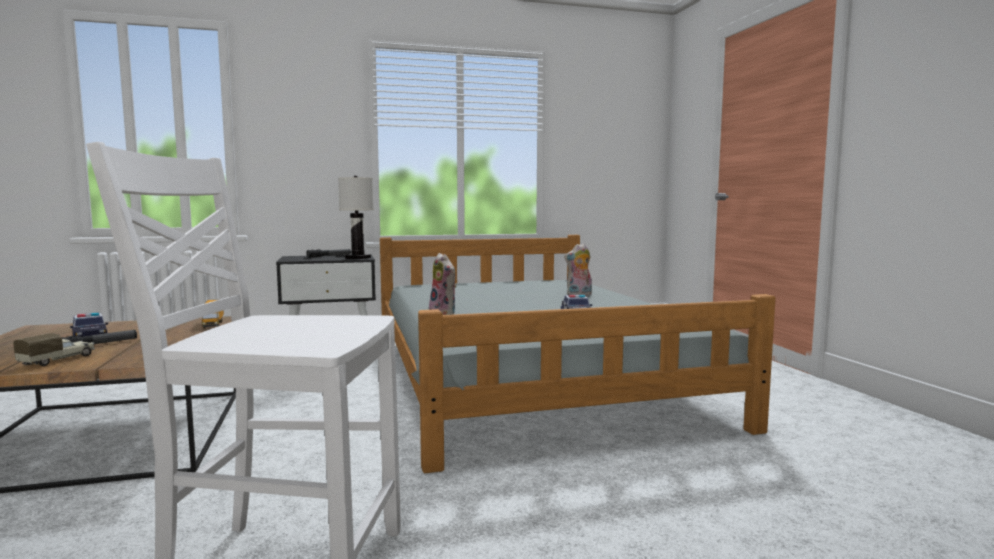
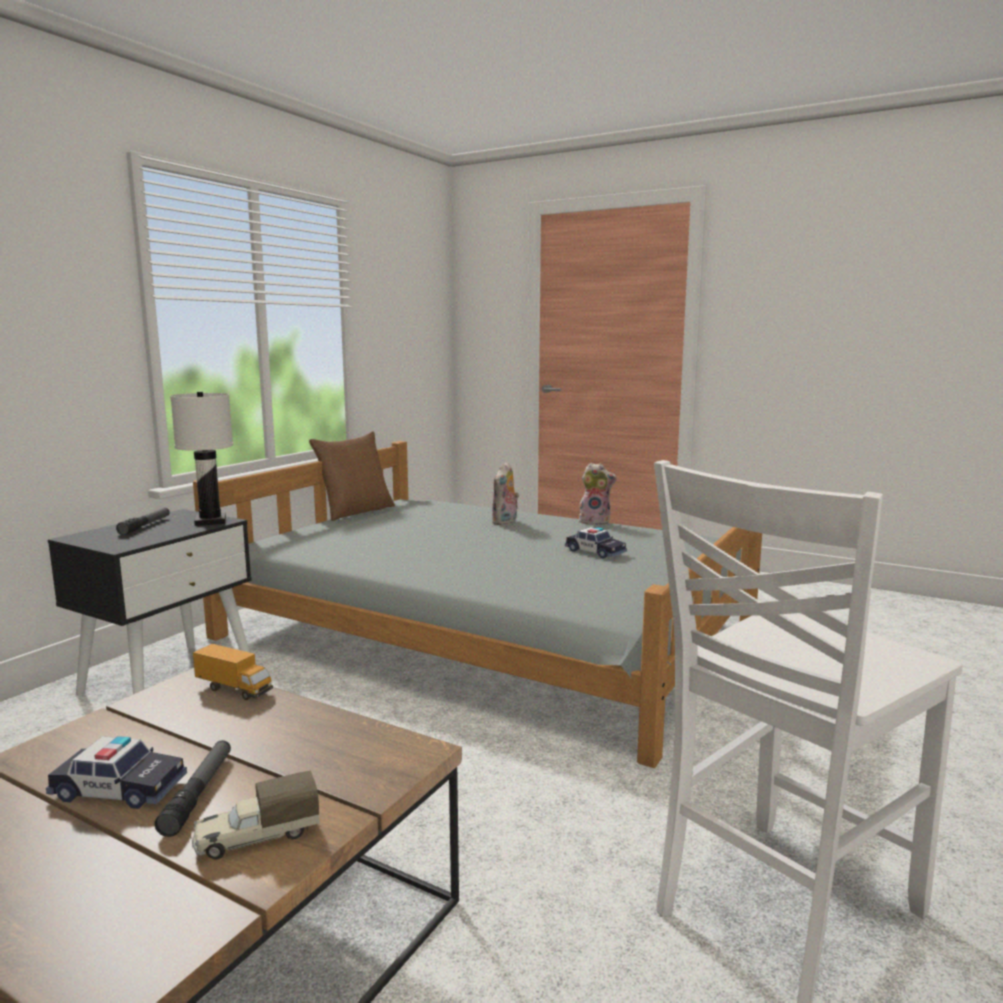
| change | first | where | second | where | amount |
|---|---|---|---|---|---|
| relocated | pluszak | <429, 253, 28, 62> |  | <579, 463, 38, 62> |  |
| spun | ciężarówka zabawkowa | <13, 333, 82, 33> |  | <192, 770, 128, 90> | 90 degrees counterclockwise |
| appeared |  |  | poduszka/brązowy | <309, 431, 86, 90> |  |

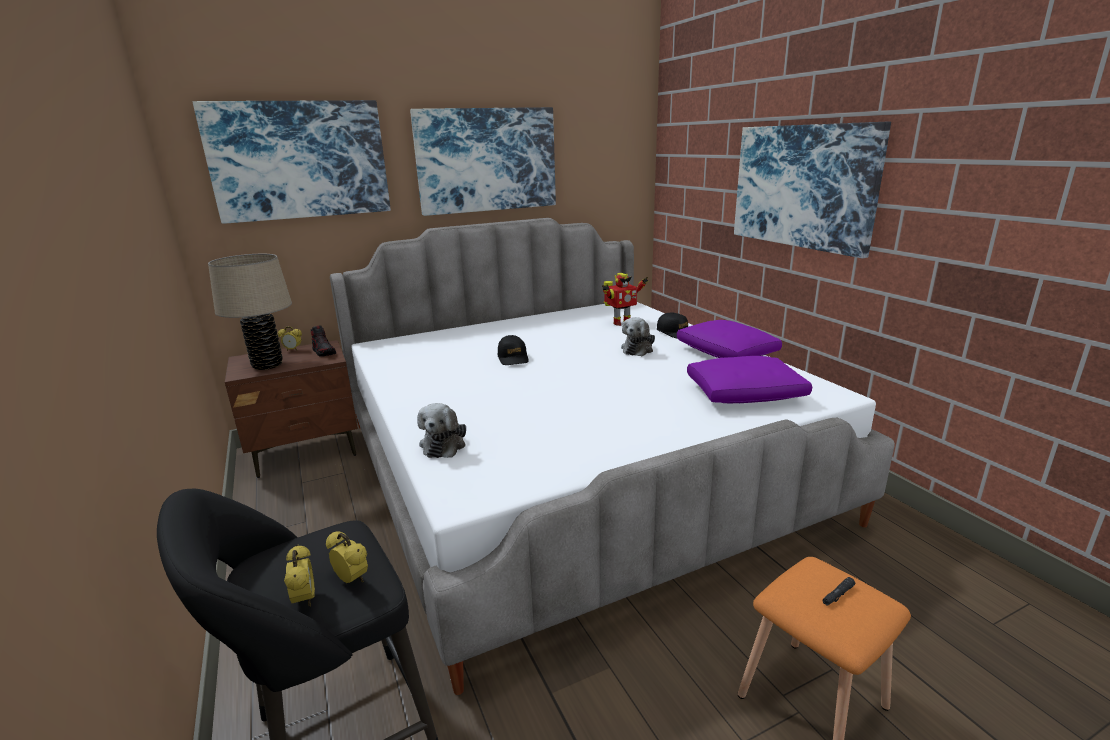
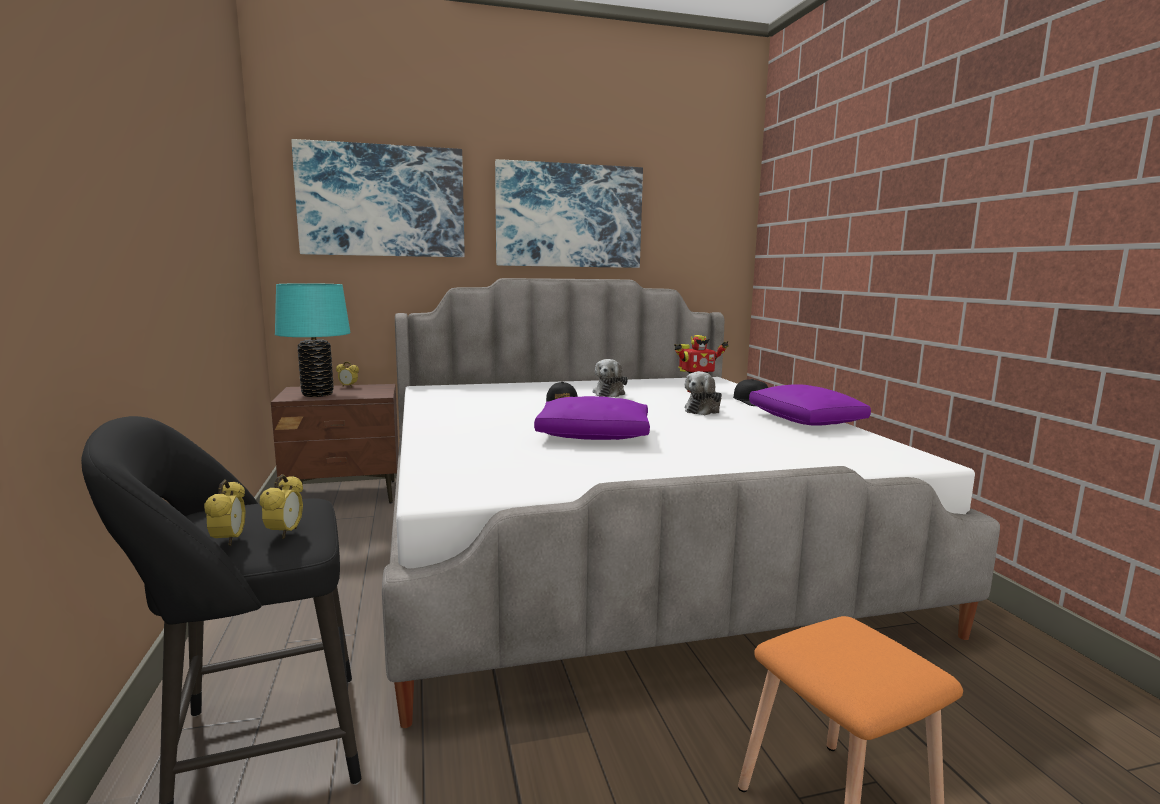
| change | first | where | second | where | amount |
|---|---|---|---|---|---|
| missing | obraz | <734, 121, 157, 137> |  |  |  |
| colour | lampa stołowa/beżowy | <208, 254, 84, 116> | lampa stołowa/turkusowy | <275, 283, 75, 114> |  |
| missing | but | <311, 325, 25, 32> |  |  |  |
| relocated | poduszka/fioletowy | <687, 356, 125, 47> |  | <534, 396, 116, 44> |  |
| relocated | pluszak | <417, 403, 49, 55> |  | <593, 359, 35, 38> |  |
| spun | budzik | <326, 531, 42, 52> |  | <260, 474, 43, 65> | 45 degrees clockwise |
| missing | latarka/czarny | <823, 577, 32, 29> |  |  |  |

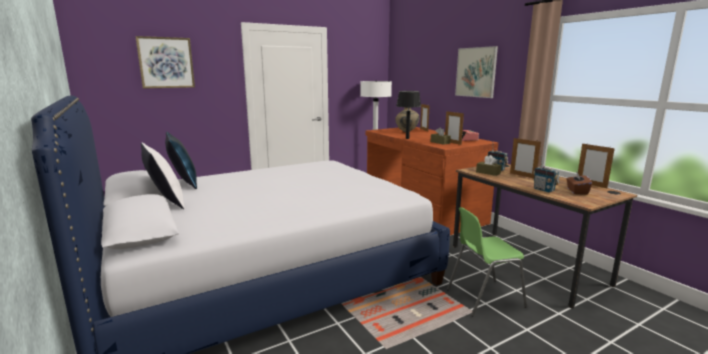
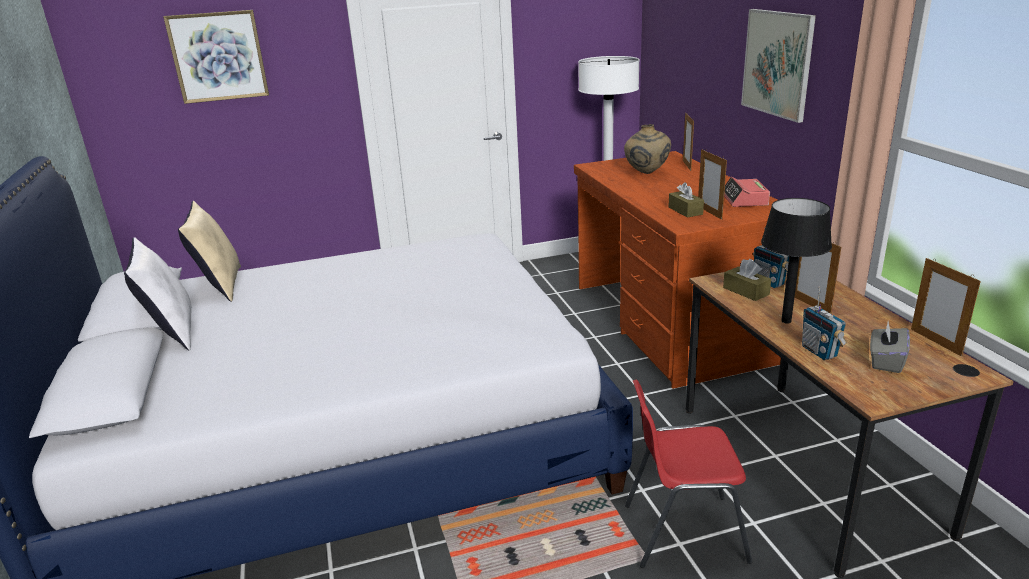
| change | first | where | second | where | amount |
|---|---|---|---|---|---|
| relocated | lampa stołowa/czarny | <396, 91, 25, 48> |  | <761, 198, 71, 125> |  |
| colour | poduszka/niebieski | <165, 132, 32, 57> | poduszka/beżowy | <178, 201, 63, 101> |  |
| colour | pudełko chusteczek/brązowy | <566, 171, 26, 24> | pudełko chusteczek/szary | <870, 322, 40, 51> |  |
| colour | krzesło/zielony | <447, 207, 80, 109> | krzesło/czerwony | <625, 380, 127, 188> |  |

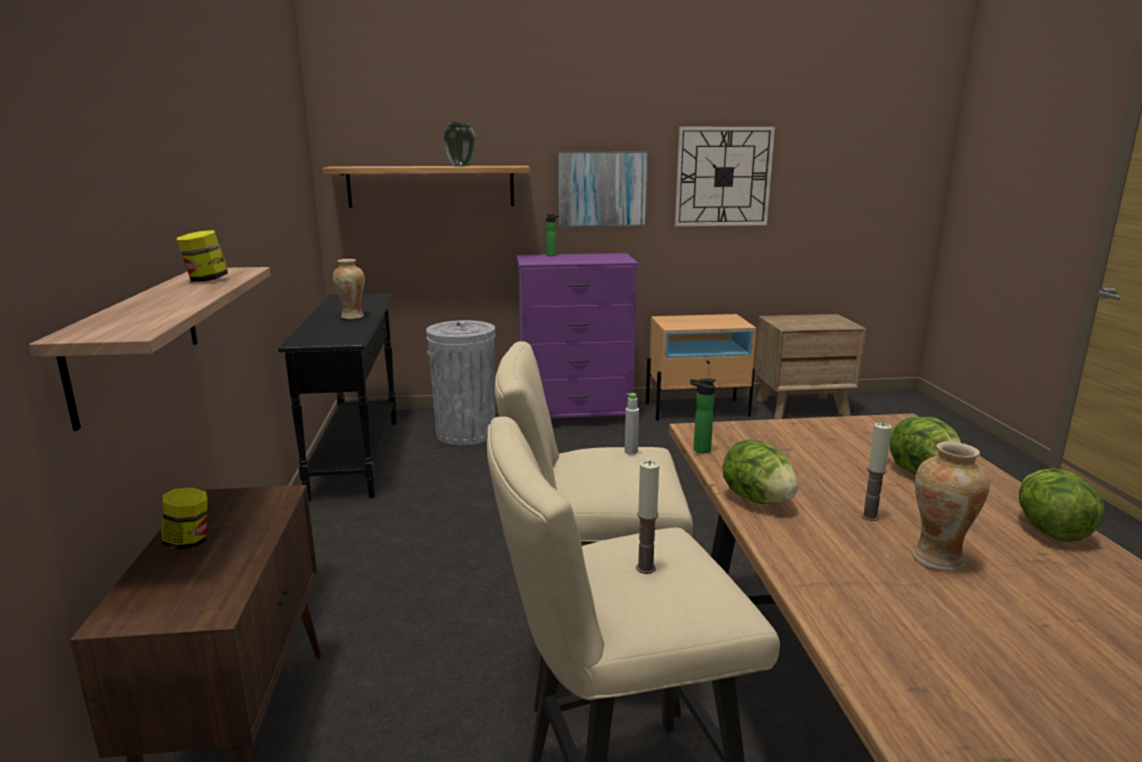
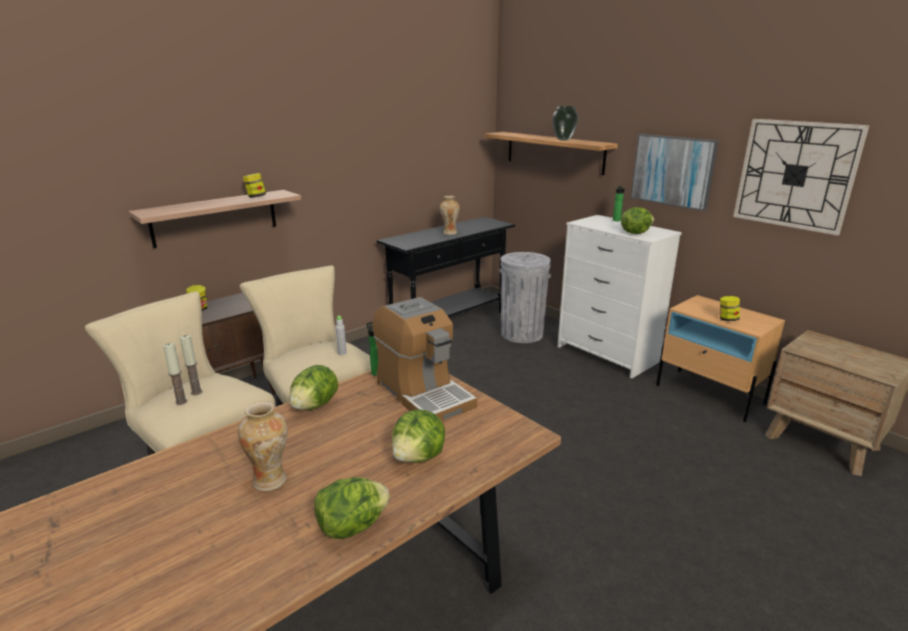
| change | first | where | second | where | amount |
|---|---|---|---|---|---|
| colour | komoda/fioletowy | <516, 253, 123, 165> | komoda/biały | <558, 215, 124, 164> |  |
| relocated | świeca | <861, 423, 31, 98> |  | <163, 343, 24, 62> |  |
| appeared |  |  | sałata | <621, 207, 33, 27> |  |
| appeared |  |  | słoik | <720, 296, 20, 25> |  |
| appeared |  |  | ekspres do kawy | <372, 297, 105, 124> |  |

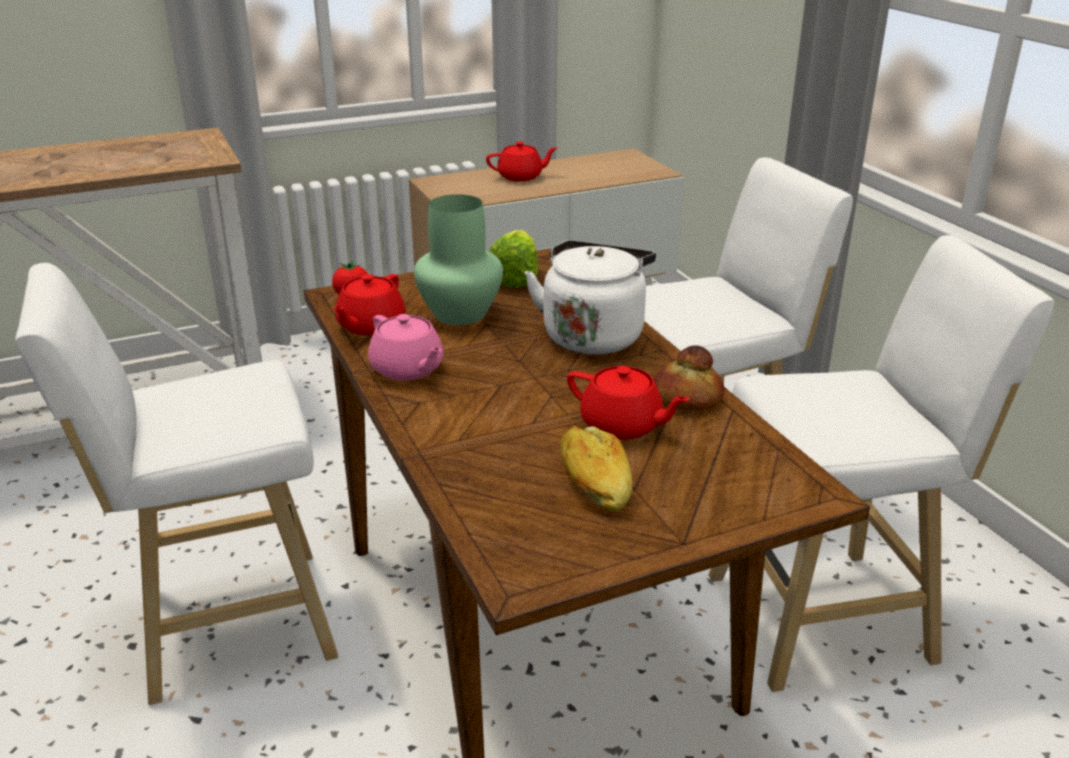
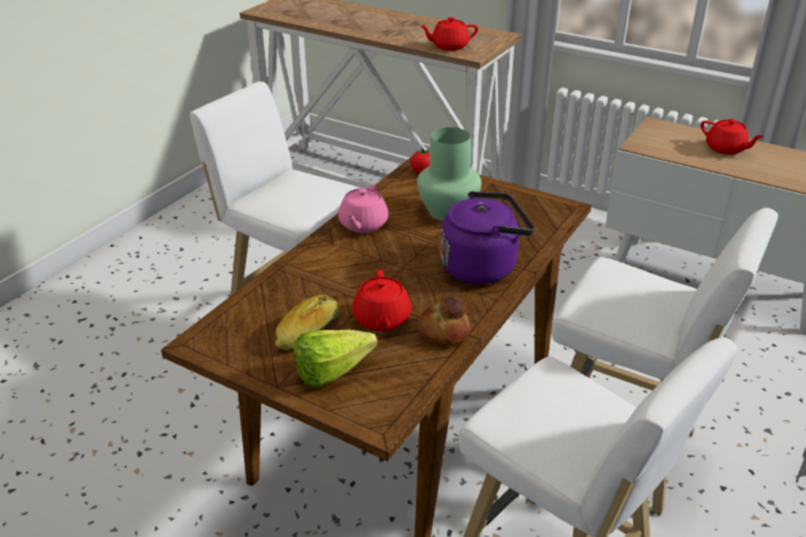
| change | first | where | second | where | amount |
|---|---|---|---|---|---|
| relocated | sałata | <489, 230, 50, 58> |  | <294, 330, 83, 57> |  |
| colour | czajnik/biały | <525, 240, 131, 115> | czajnik/fioletowy | <440, 191, 94, 93> |  |
| relocated | imbryk/czerwony | <333, 274, 72, 61> |  | <420, 17, 58, 34> |  |

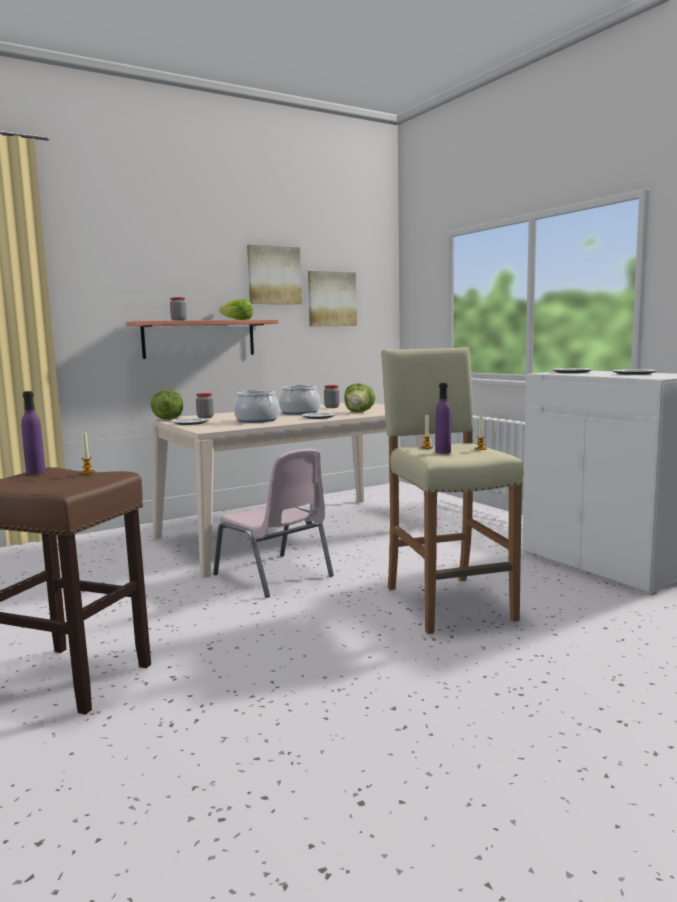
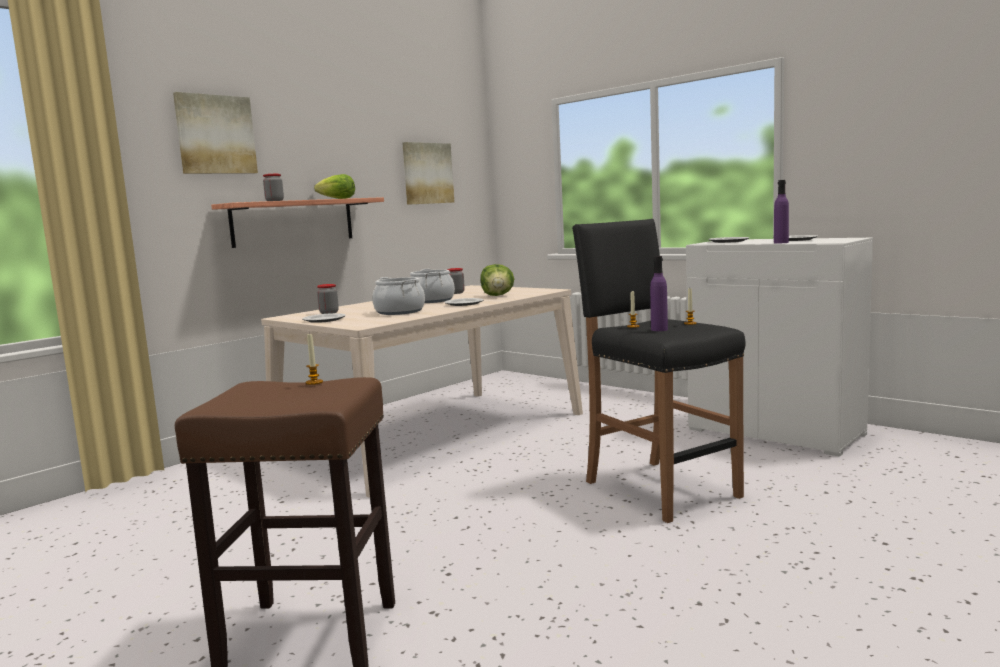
| change | first | where | second | where | amount |
|---|---|---|---|---|---|
| relocated | obraz | <247, 245, 55, 59> |  | <173, 92, 85, 82> |  |
| colour | stołek/beżowy | <381, 347, 143, 287> | stołek/czarny | <572, 219, 173, 304> |  |
| missing | sałata | <150, 390, 33, 30> |  |  |  |
| relocated | butelka/fioletowy | <21, 391, 25, 83> |  | <774, 180, 15, 64> |  |
| missing | krzesło/różowy | <213, 449, 121, 149> |  |  |  |

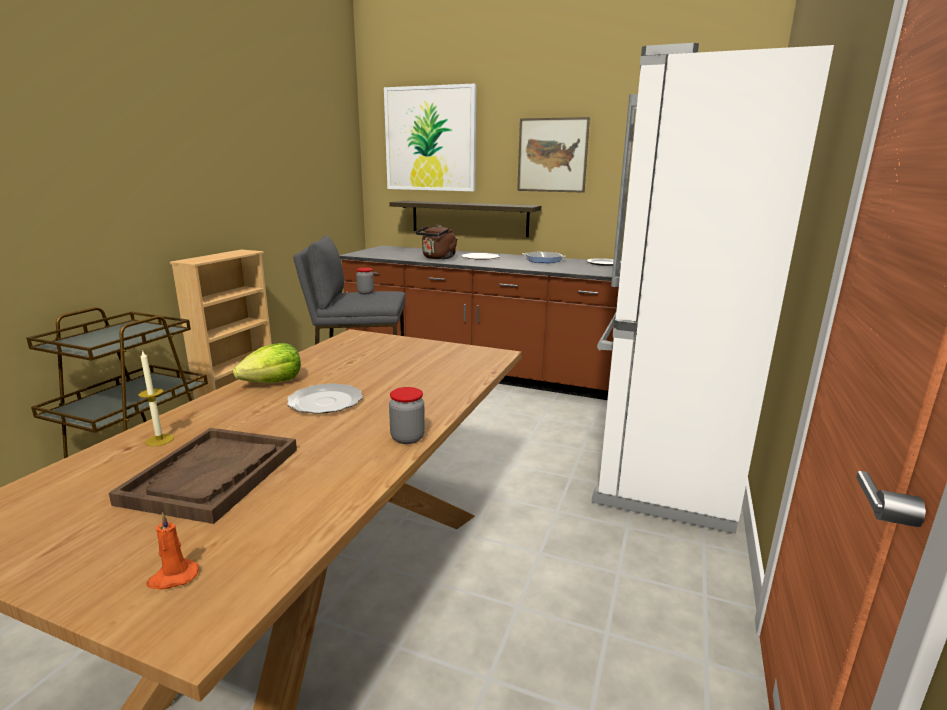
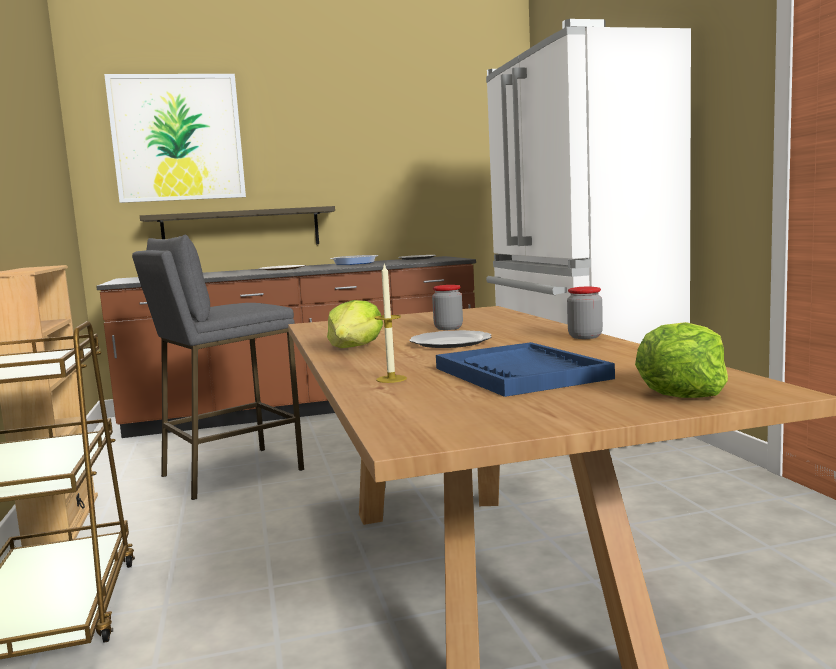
| change | first | where | second | where | amount |
|---|---|---|---|---|---|
| missing | obraz | <517, 117, 73, 76> |  |  |  |
| missing | czajnik/brązowy | <416, 225, 41, 34> |  |  |  |
| relocated | słoik | <356, 268, 18, 26> |  | <432, 285, 31, 45> |  |
| colour | taca/brązowy | <109, 428, 188, 96> | taca/niebieski | <436, 342, 179, 55> |  |
| exchanged | świeca/pomarańczowy | <146, 512, 53, 78> | sałata | <635, 322, 93, 76> |  |

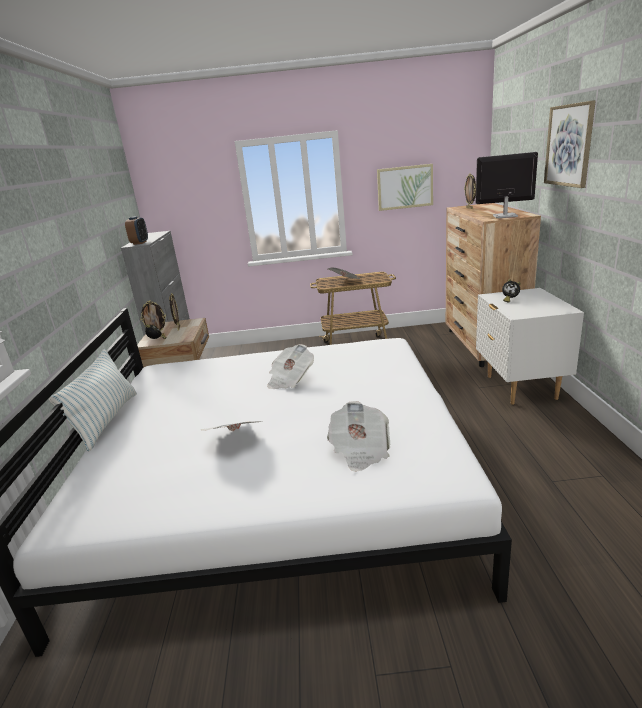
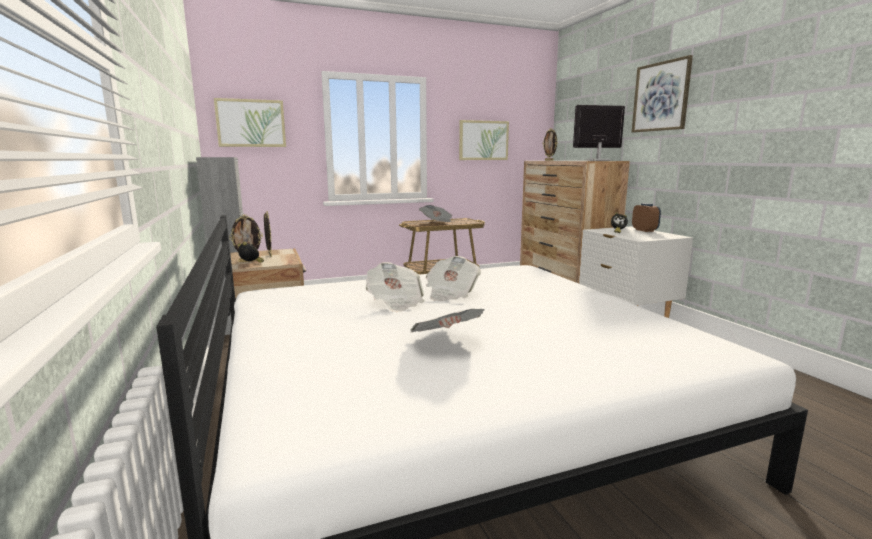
| change | first | where | second | where | amount |
|---|---|---|---|---|---|
| relocated | budzik | <125, 216, 23, 29> |  | <632, 203, 29, 29> |  |
| missing | poduszka | <49, 349, 88, 102> |  |  |  |
| relocated | gazeta | <327, 401, 63, 71> |  | <365, 262, 59, 50> |  |
| appeared |  |  | obraz | <214, 98, 72, 49> |  |

